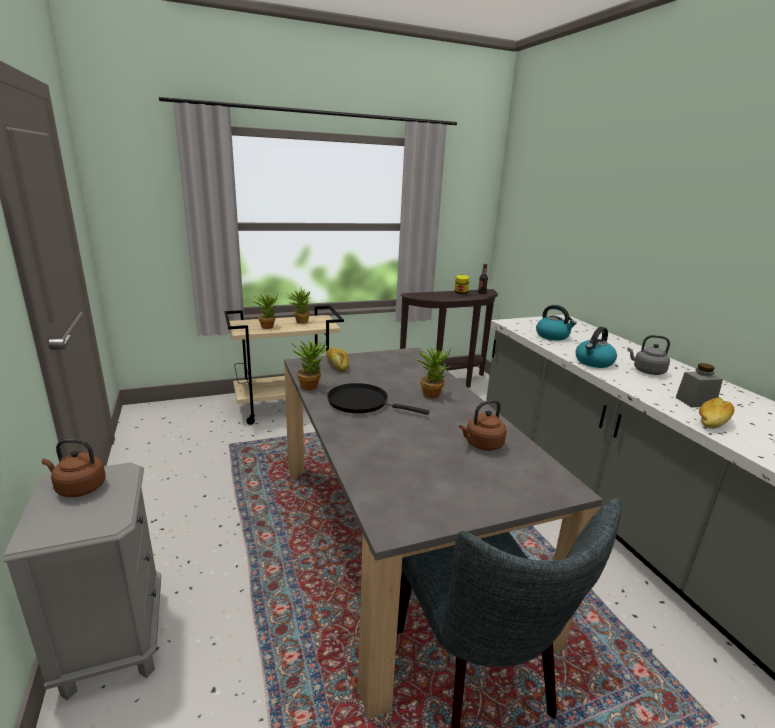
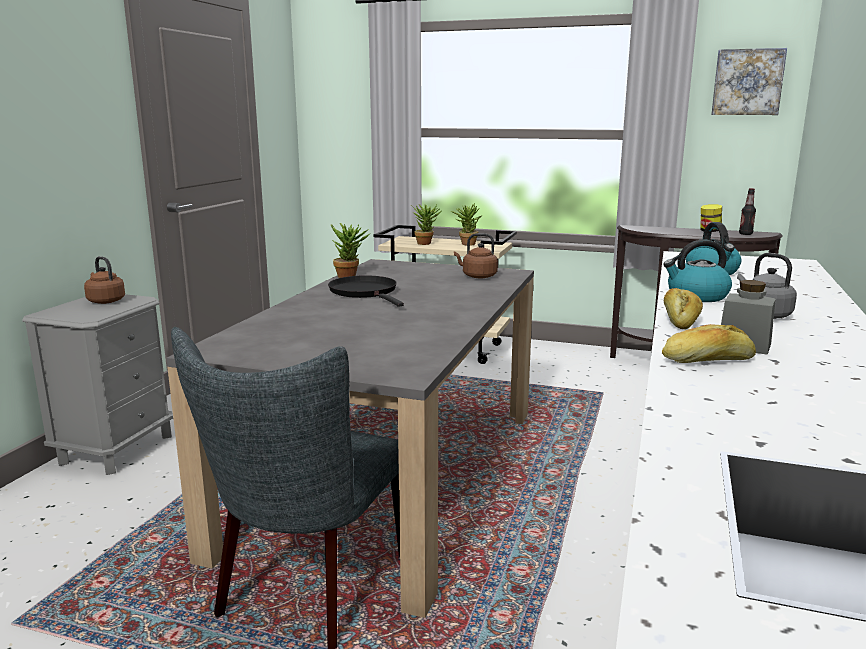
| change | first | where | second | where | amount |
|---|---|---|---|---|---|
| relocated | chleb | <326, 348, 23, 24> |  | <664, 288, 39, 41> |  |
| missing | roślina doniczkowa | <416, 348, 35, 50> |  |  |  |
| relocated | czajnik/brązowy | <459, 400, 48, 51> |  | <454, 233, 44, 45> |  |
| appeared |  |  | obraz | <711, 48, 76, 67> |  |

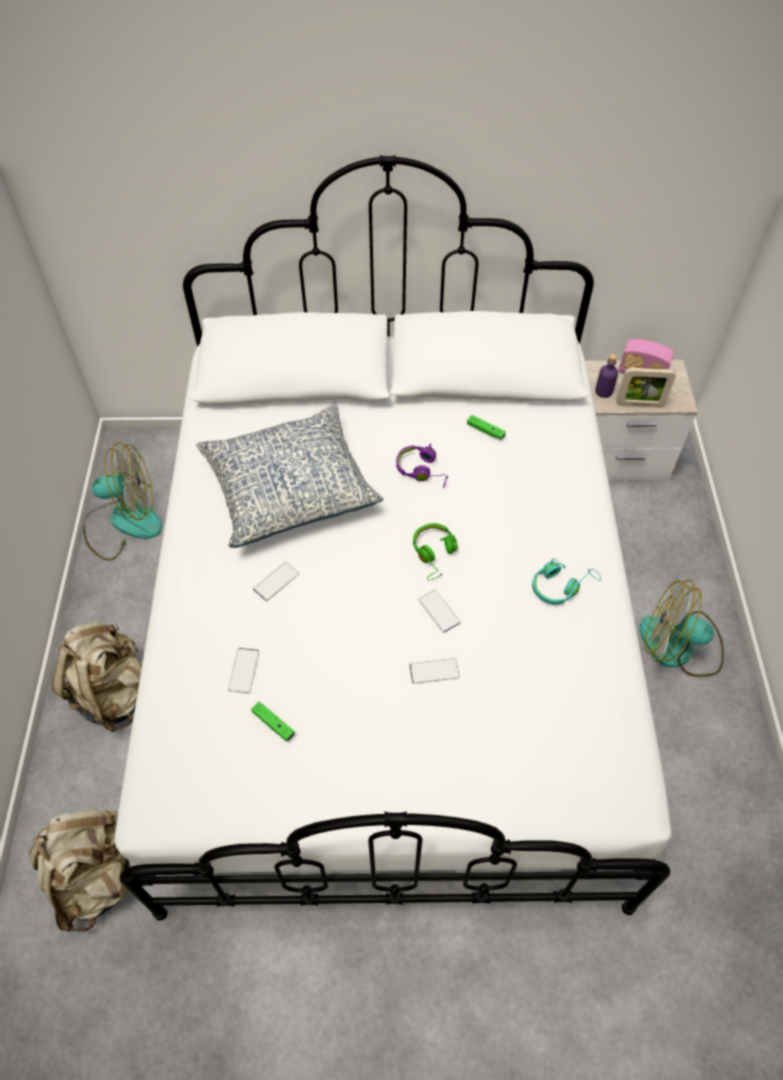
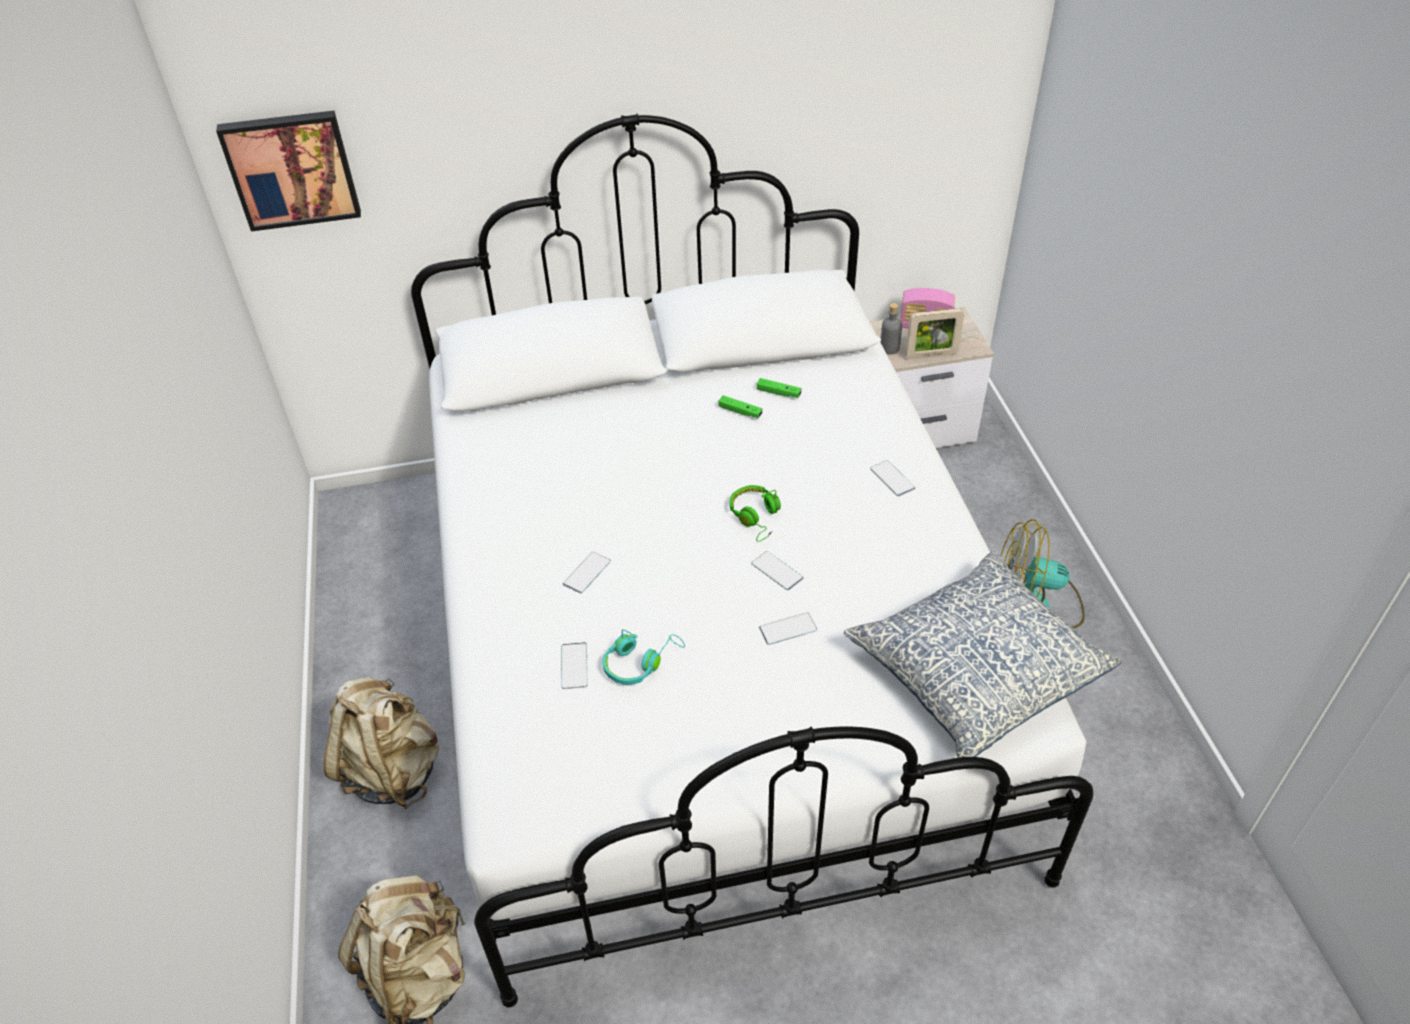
| change | first | where | second | where | amount |
|---|---|---|---|---|---|
| colour | butelka/fioletowy | <595, 354, 23, 44> | butelka/szary | <880, 303, 22, 52> |  |
| relocated | poduszka | <196, 405, 187, 143> |  | <844, 551, 277, 207> |  |
| missing | wentylator | <83, 442, 79, 119> |  |  |  |
| missing | słuchawki/fioletowy | <396, 443, 52, 45> |  |  |  |
| relocated | słuchawki/turkusowy | <532, 558, 69, 47> |  | <603, 629, 82, 56> |  |
| relocated | pad do gier/zielony | <251, 701, 44, 41> |  | <718, 395, 45, 23> |  |
| appeared |  |  | obraz | <216, 111, 145, 121> |  |
| appeared |  |  | telefon | <870, 460, 45, 36> |  |

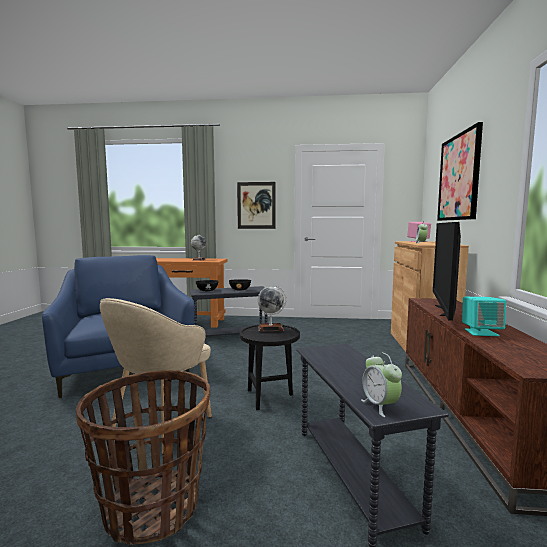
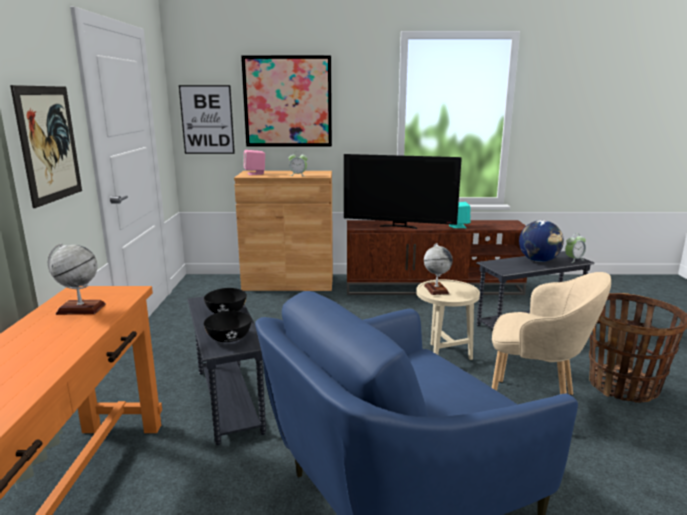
| change | first | where | second | where | amount |
|---|---|---|---|---|---|
| colour | stolik/czarny | <240, 325, 60, 85> | stolik/beżowy | <416, 280, 64, 80> |  |
| appeared |  |  | obraz | <179, 85, 56, 69> |  |
| appeared |  |  | globus | <519, 220, 45, 42> |  |

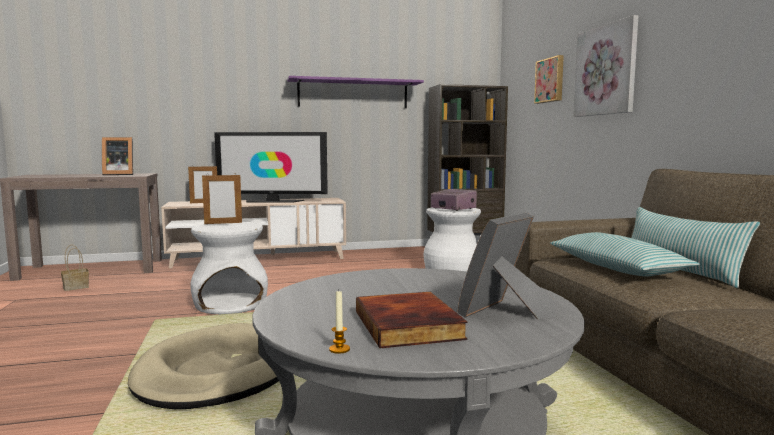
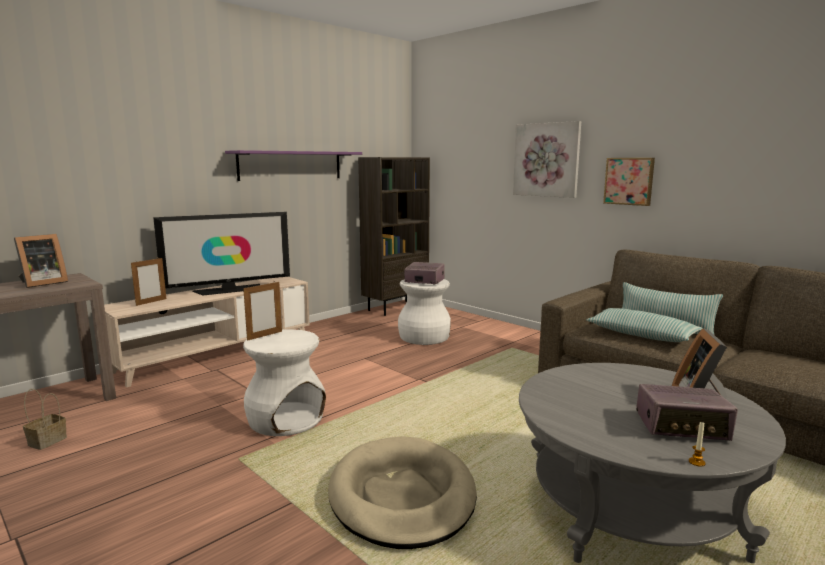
| change | first | where | second | where | amount |
|---|---|---|---|---|---|
| relocated | obraz | <534, 55, 30, 49> |  | <603, 158, 52, 48> |  |
| exchanged | książka | <356, 292, 112, 56> | radio | <636, 384, 102, 57> |  |

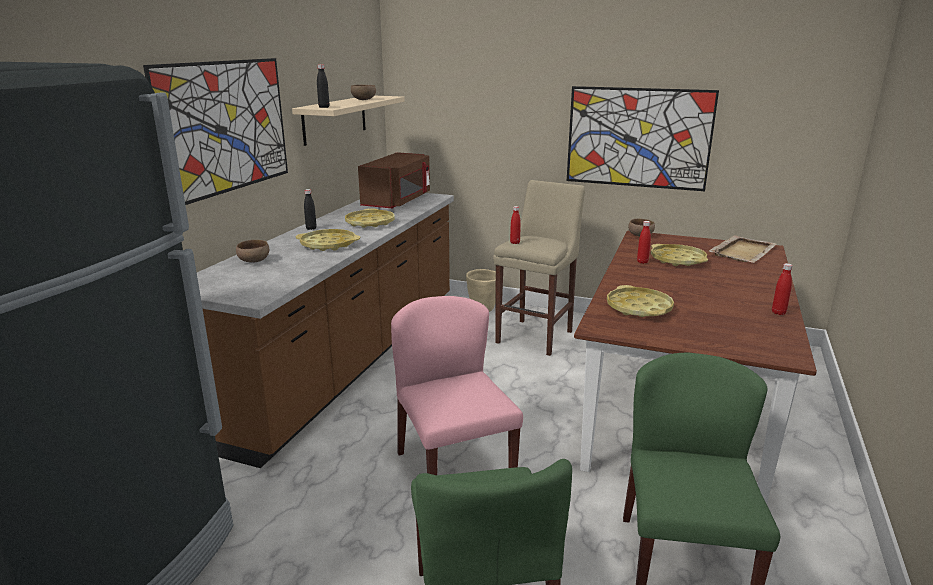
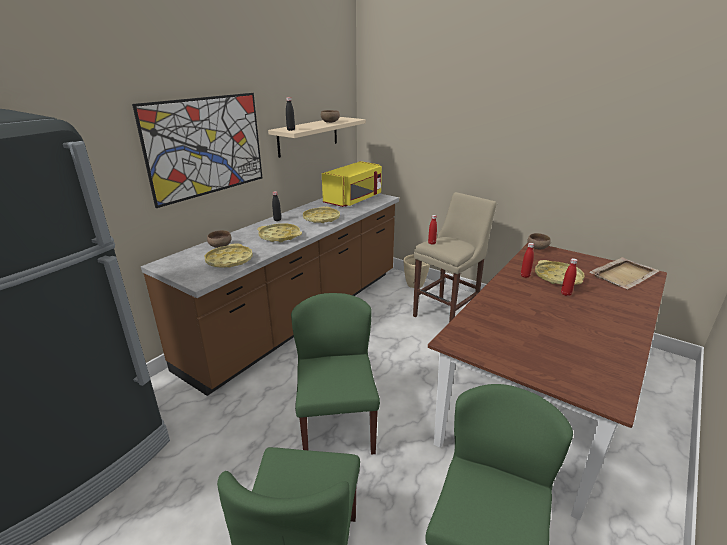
| change | first | where | second | where | amount |
|---|---|---|---|---|---|
| missing | obraz | <567, 86, 152, 105> |  |  |  |
| colour | mikrofalówka/brązowy | <358, 152, 72, 57> | mikrofalówka/żółty | <322, 161, 60, 46> |  |
| relocated | butelka/czerwony | <772, 263, 21, 52> |  | <561, 258, 17, 38> |  |
| relocated | taca/żółty | <607, 285, 67, 32> |  | <205, 244, 48, 24> |  |
| colour | krzesło/różowy | <391, 296, 132, 179> | krzesło/zielony | <291, 293, 89, 162> |  |

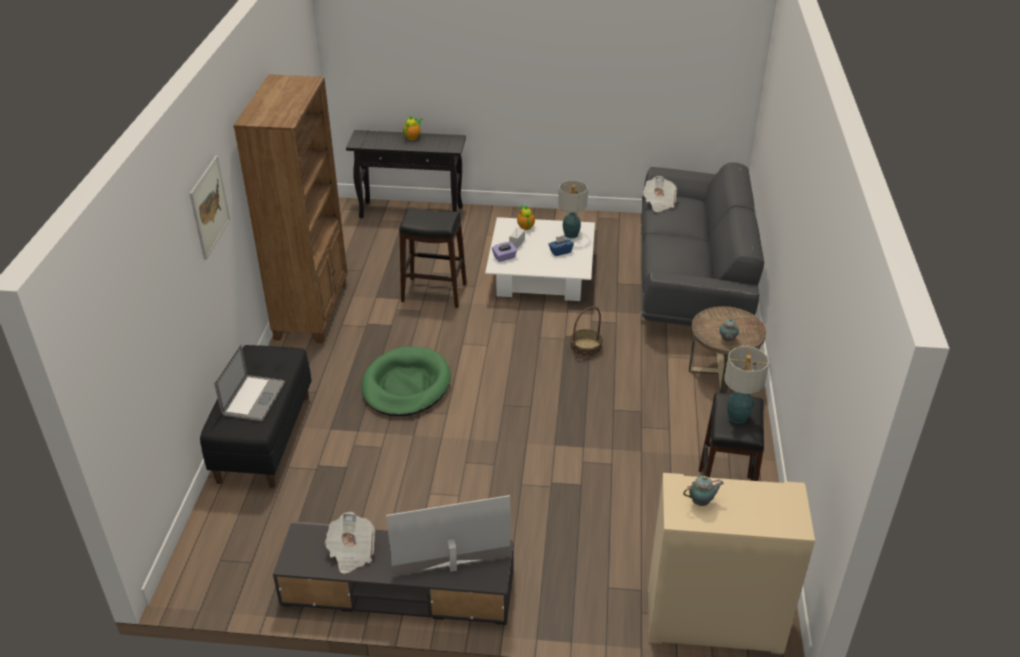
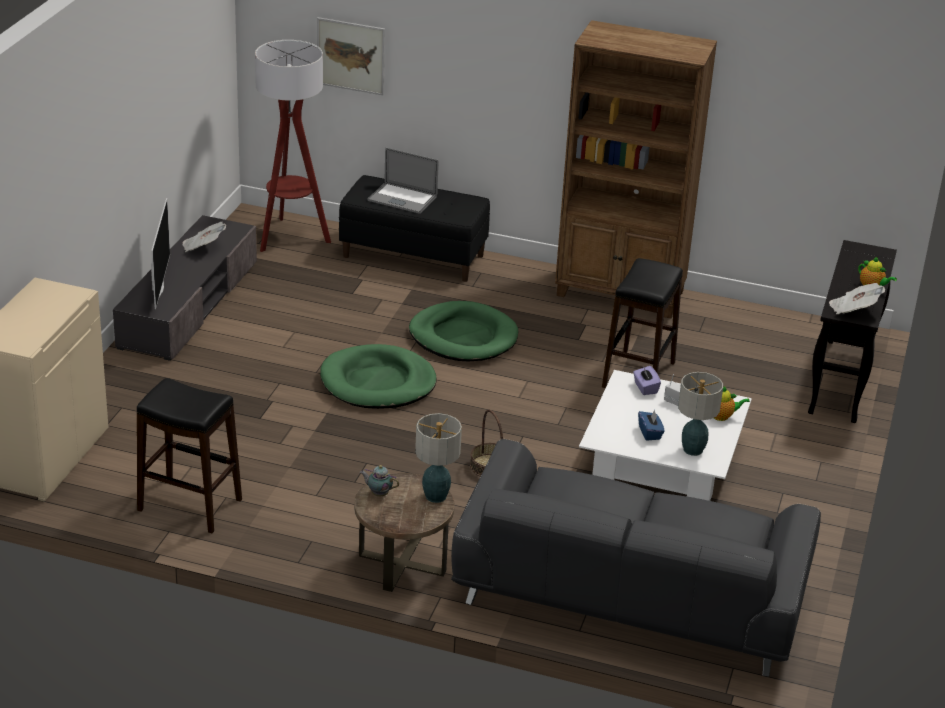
| change | first | where | second | where | amount |
|---|---|---|---|---|---|
| relocated | obraz | <189, 156, 41, 104> |  | <317, 17, 68, 78> |  |
| relocated | gazeta | <643, 176, 34, 36> |  | <829, 283, 56, 31> |  |
| relocated | lampa stołowa | <724, 346, 45, 77> |  | <415, 413, 47, 90> |  |
| missing | imbryk | <683, 476, 41, 30> |  |  |  |
| appeared |  |  | lampa stojąca | <255, 40, 76, 212> |  |
| appeared |  |  | legowisko/zielony | <320, 344, 117, 65> |  |

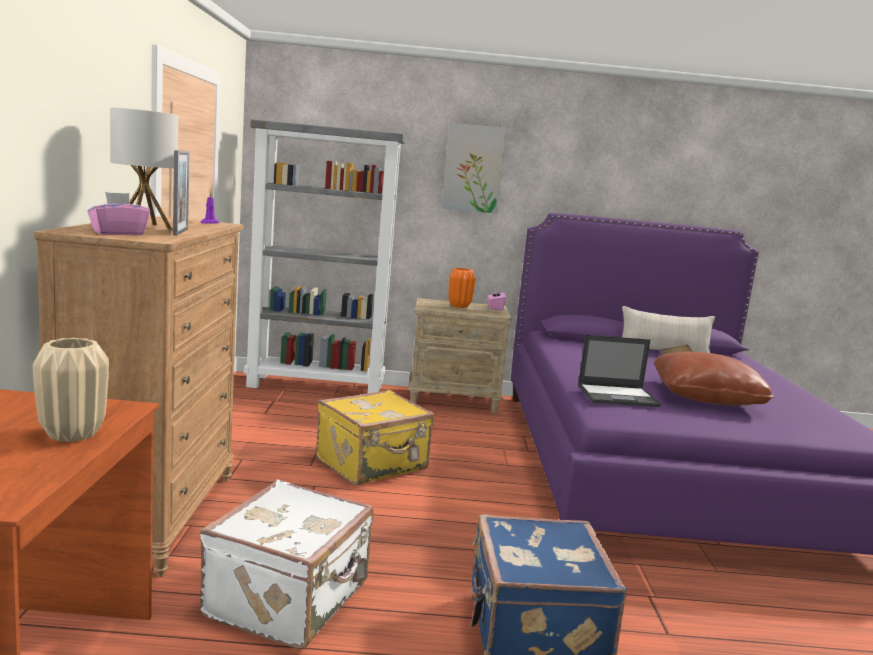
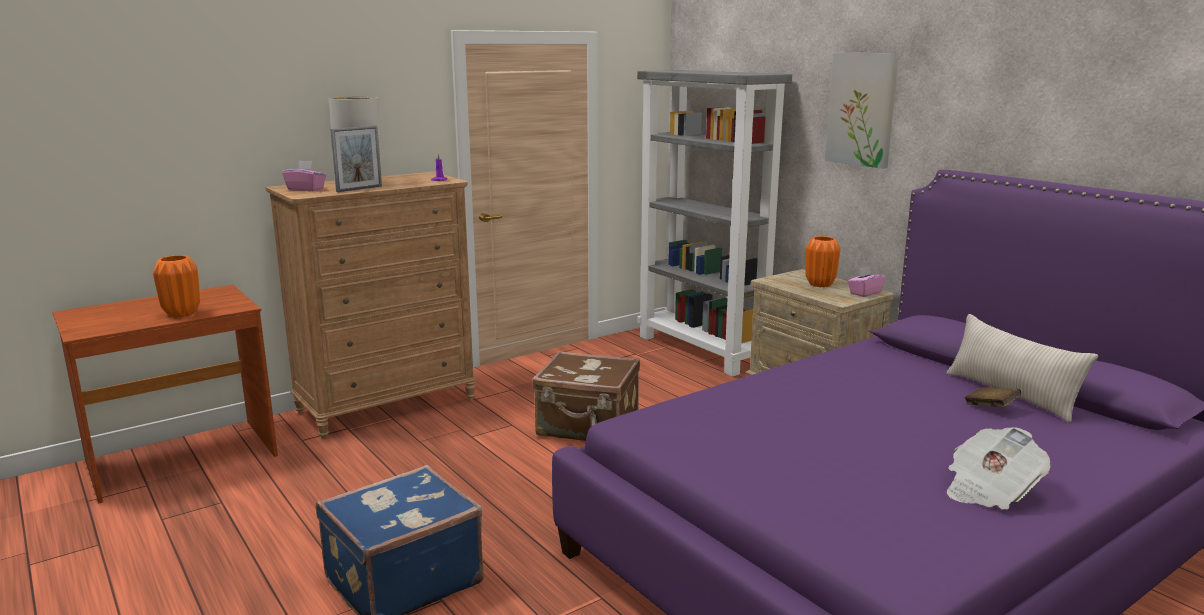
| change | first | where | second | where | amount |
|---|---|---|---|---|---|
| missing | laptop | <578, 335, 83, 72> |  |  |  |
| colour | wazon/beżowy | <33, 338, 76, 104> | wazon/pomarańczowy | <153, 255, 47, 62> |  |
| missing | poduszka/brązowy | <654, 352, 120, 54> |  |  |  |
| colour | walizka/żółty | <316, 389, 118, 96> | walizka/brązowy | <532, 351, 108, 90> |  |
| missing | walizka/biały | <200, 479, 174, 170> |  |  |  |
| appeared |  |  | gazeta | <947, 427, 104, 83> |  |

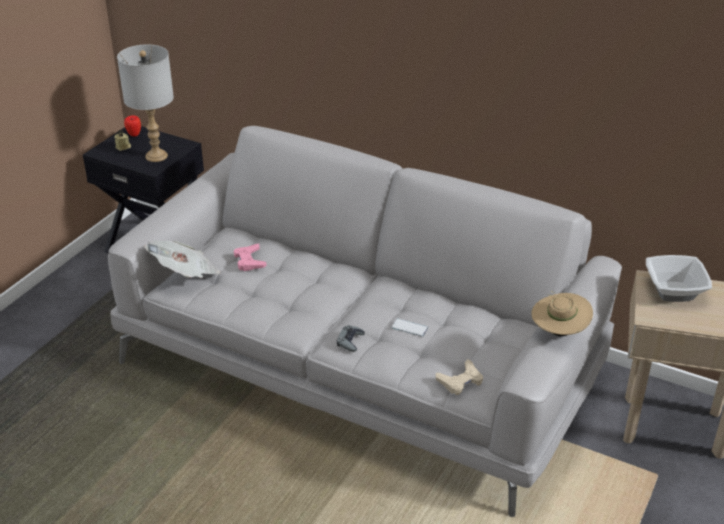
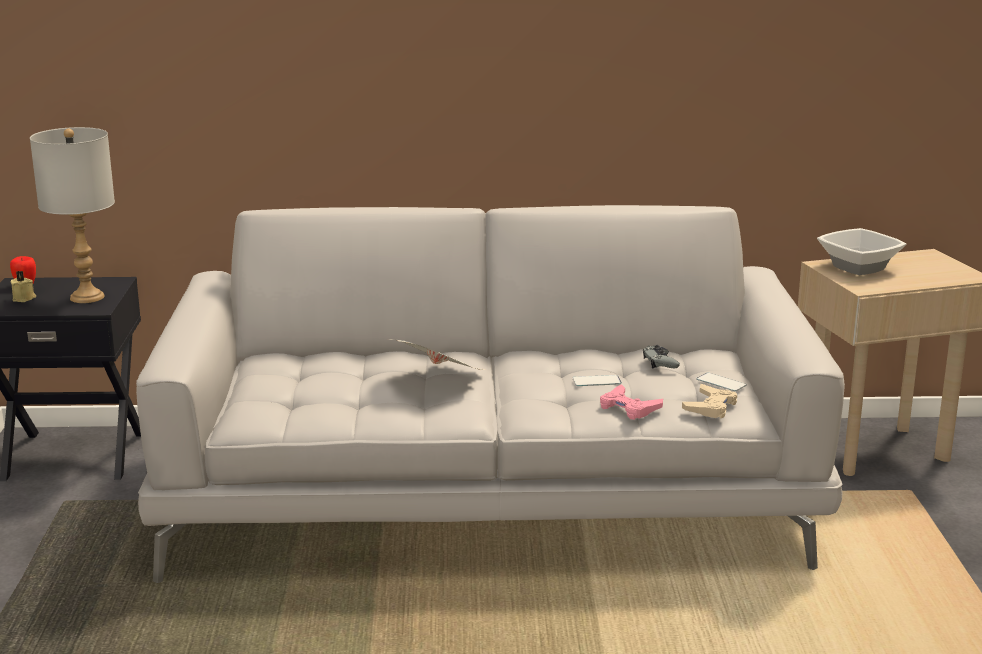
| change | first | where | second | where | amount |
|---|---|---|---|---|---|
| relocated | gazeta | <144, 240, 77, 38> |  | <388, 339, 98, 32> |  |
| relocated | pad do gier/różowy | <234, 244, 33, 27> |  | <600, 384, 63, 36> |  |
| missing | kapelusz/beżowy | <531, 291, 62, 45> |  |  |  |
| relocated | pad do gier/szary | <337, 325, 28, 27> |  | <643, 345, 37, 23> |  |
| appeared |  |  | telefon | <696, 372, 51, 19> |  |

